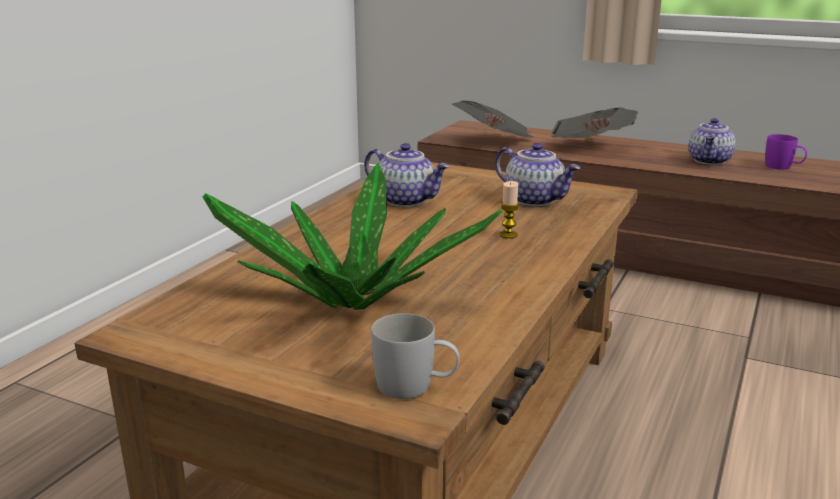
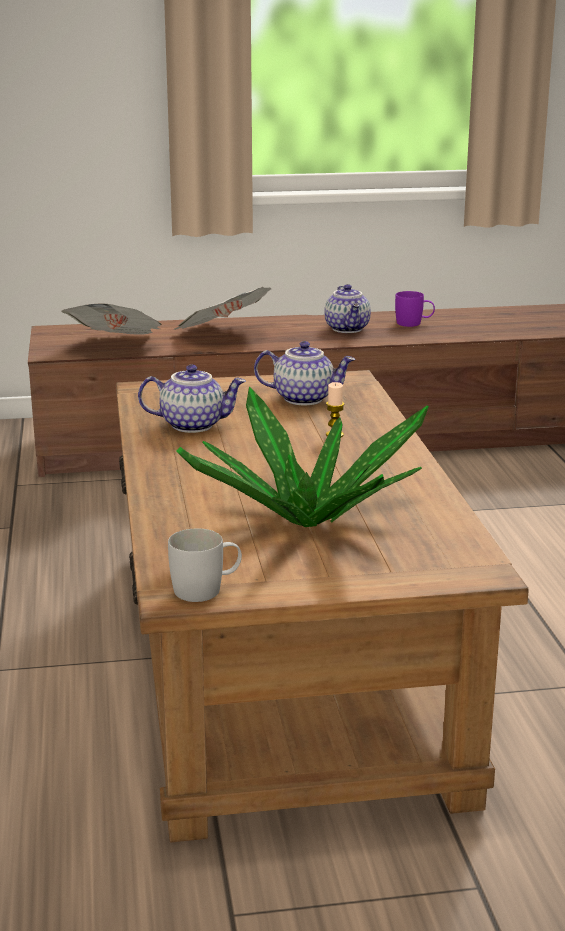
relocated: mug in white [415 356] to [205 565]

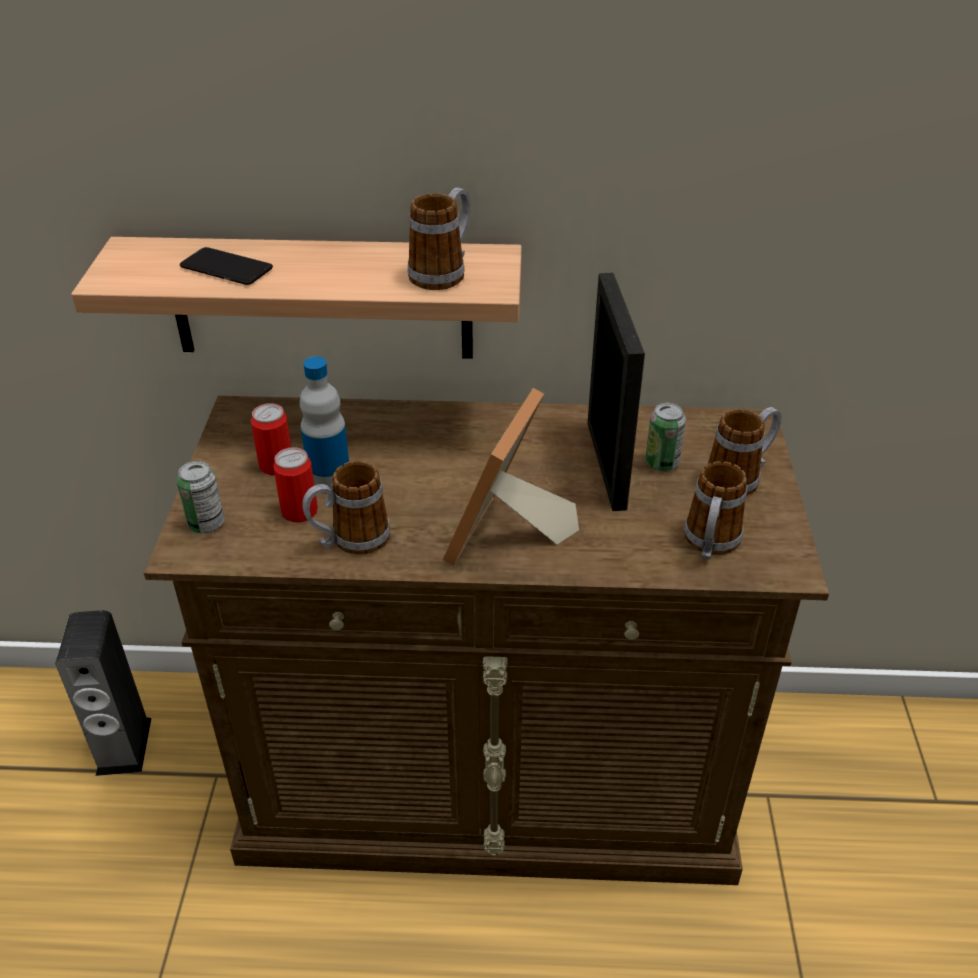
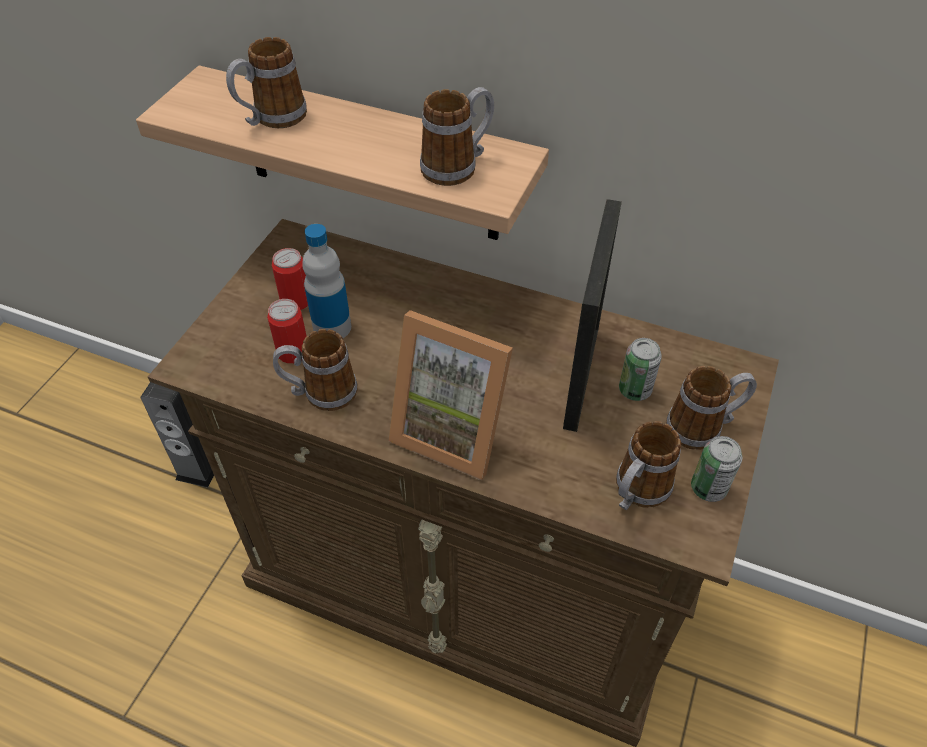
relocated: can [200 497] to [716 469]
exchanged: phone [226 266] to mug [266 82]
spun: picture frame [511 477] = [450 395] 105 degrees counterclockwise

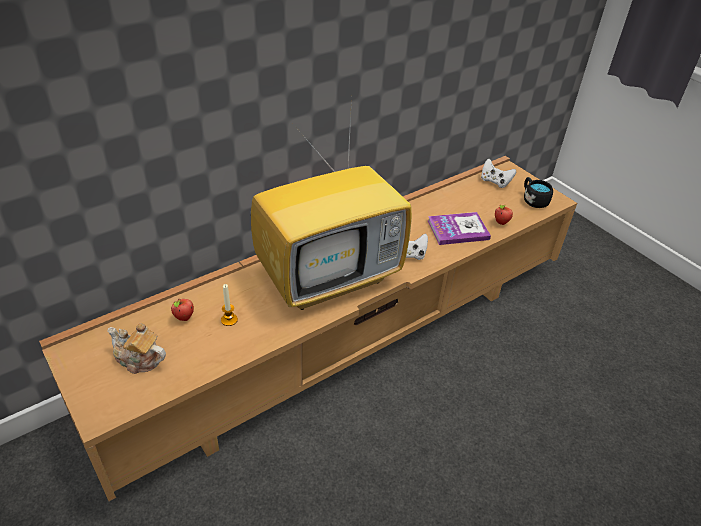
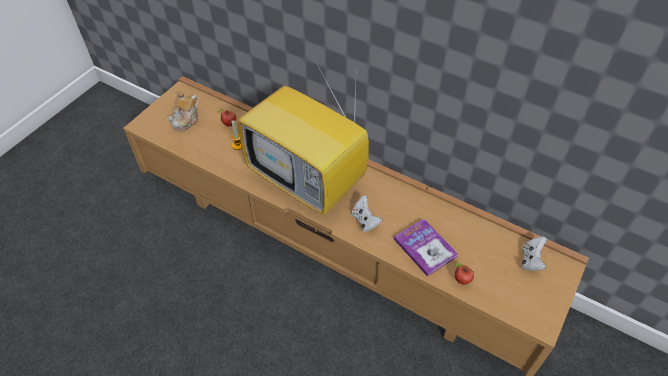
missing: mug in black [538 192]
spun: teapot [136 348] = [183 111] 150 degrees counterclockwise

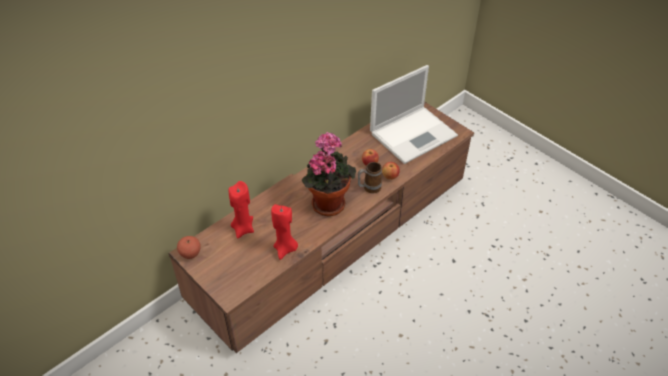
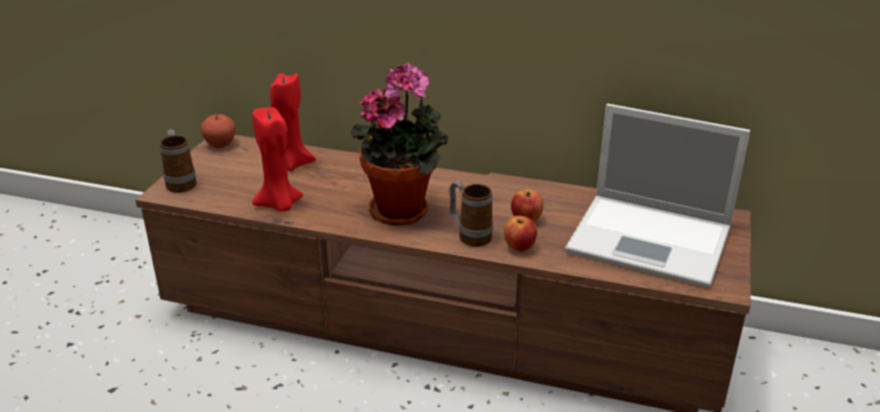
appeared: mug [178 161]

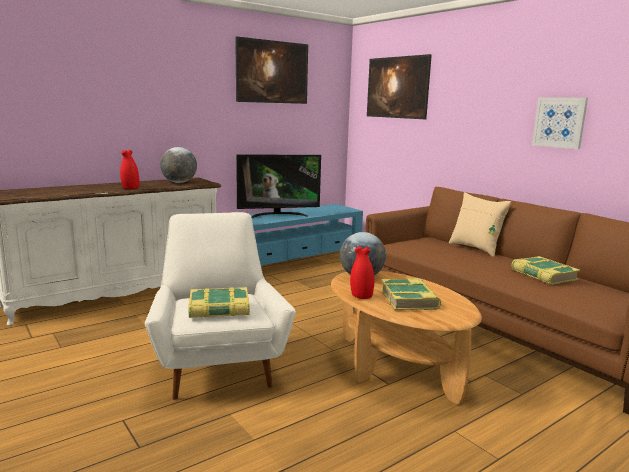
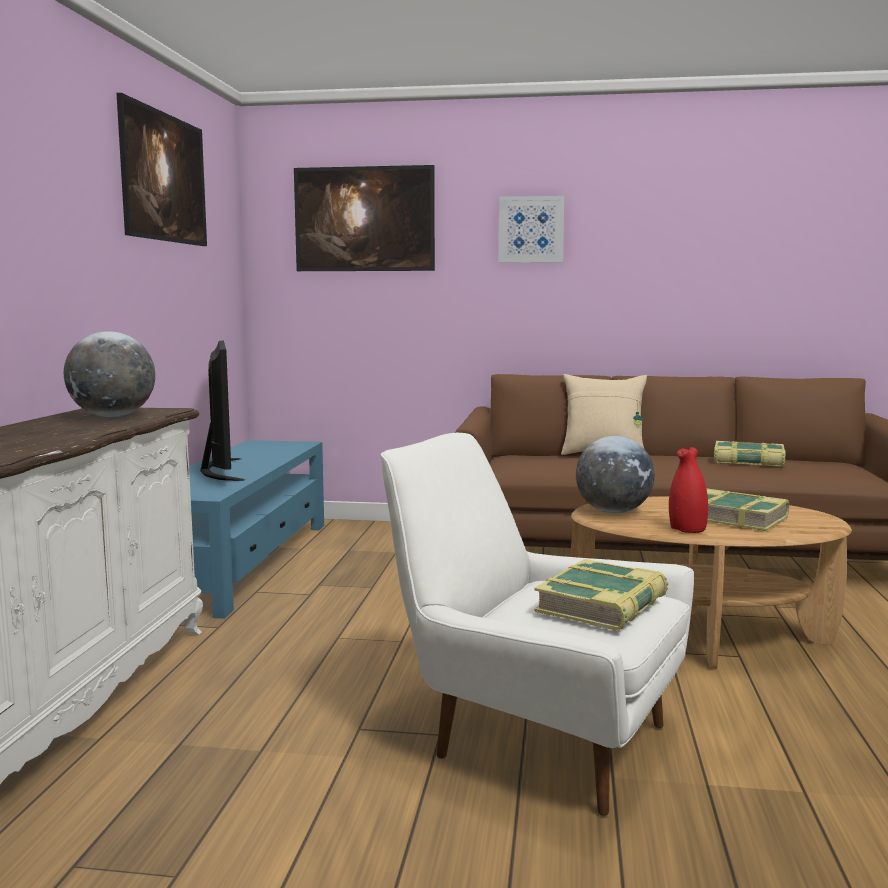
missing: vase in red [130 169]
relocated: picture [560 123] to [531 229]
spun: television [278 186] = [222 411] 45 degrees counterclockwise

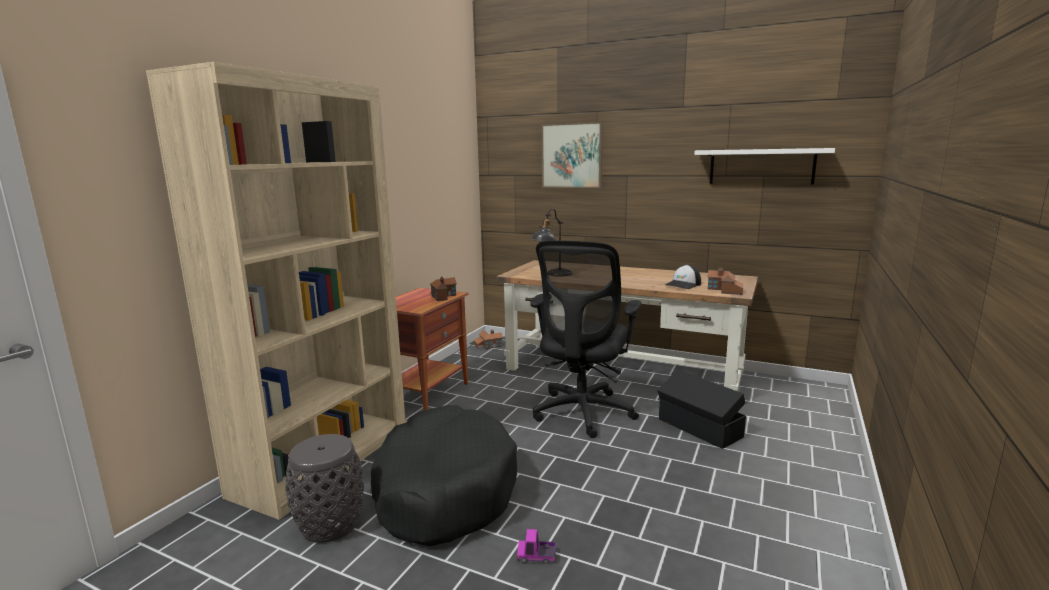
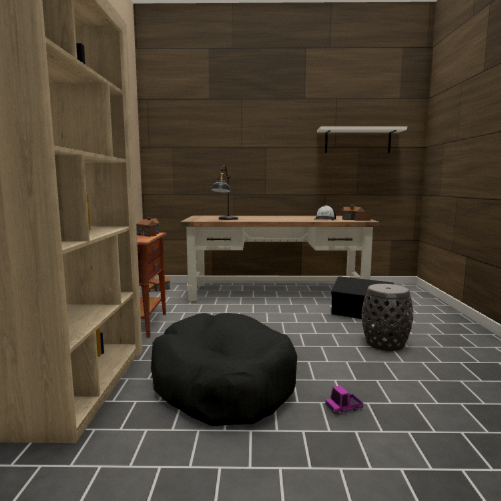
missing: office chair in black [585 339]; picture [572 155]
relocated: stool in grey [324 488] to [387 317]

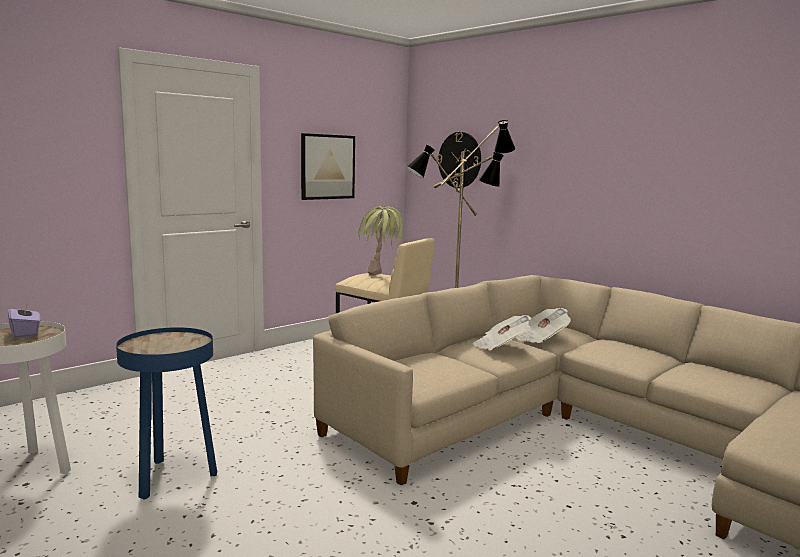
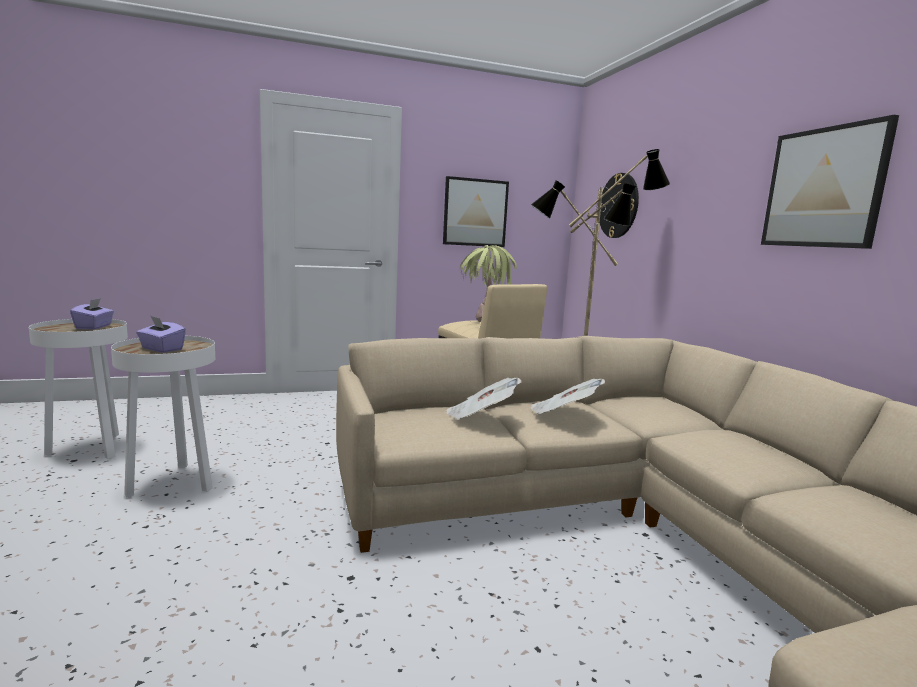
appeared: tissue box in purple [161 334]; picture [830 182]
relocated: newspaper [543 325] to [483 399]
colour: side table in blue [166 413] to side table in white [163 416]

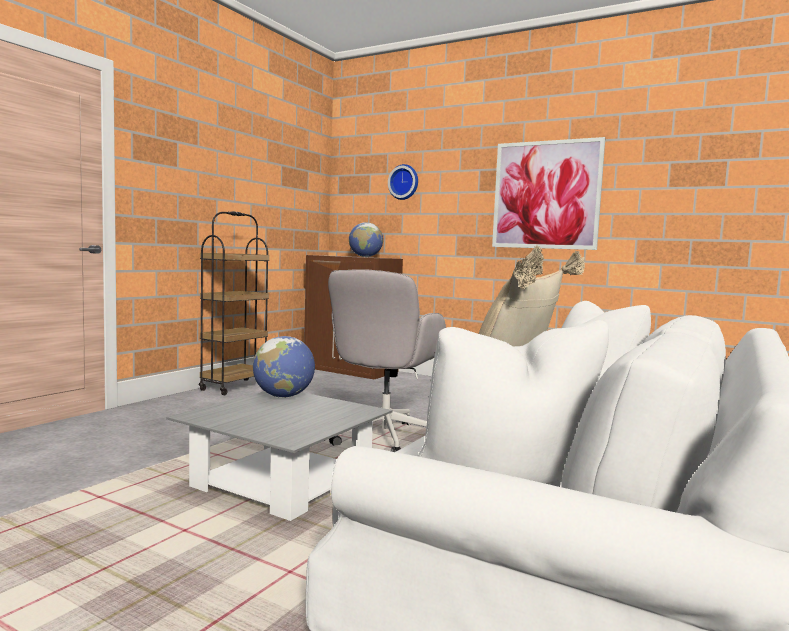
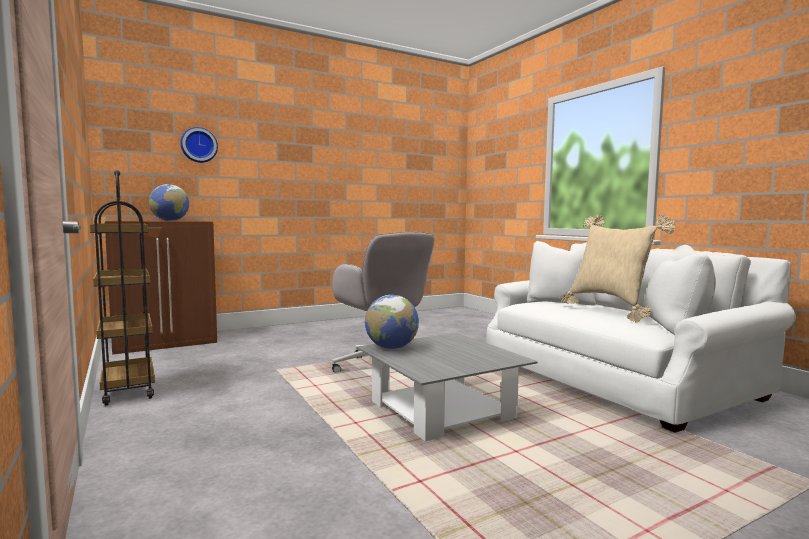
missing: picture [548 193]

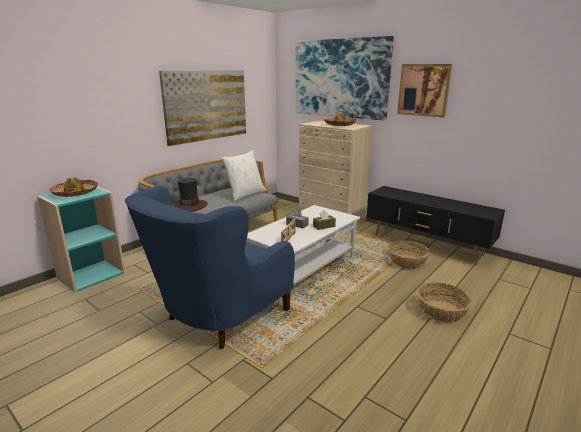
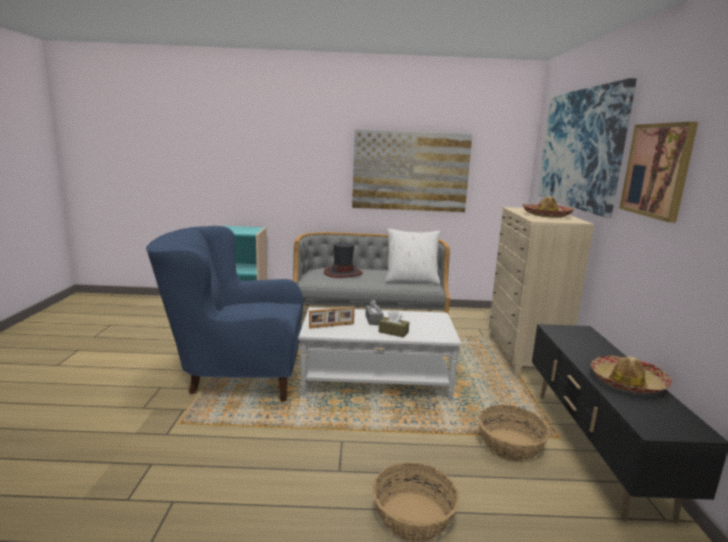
relocated: hat [73 187] to [631 374]

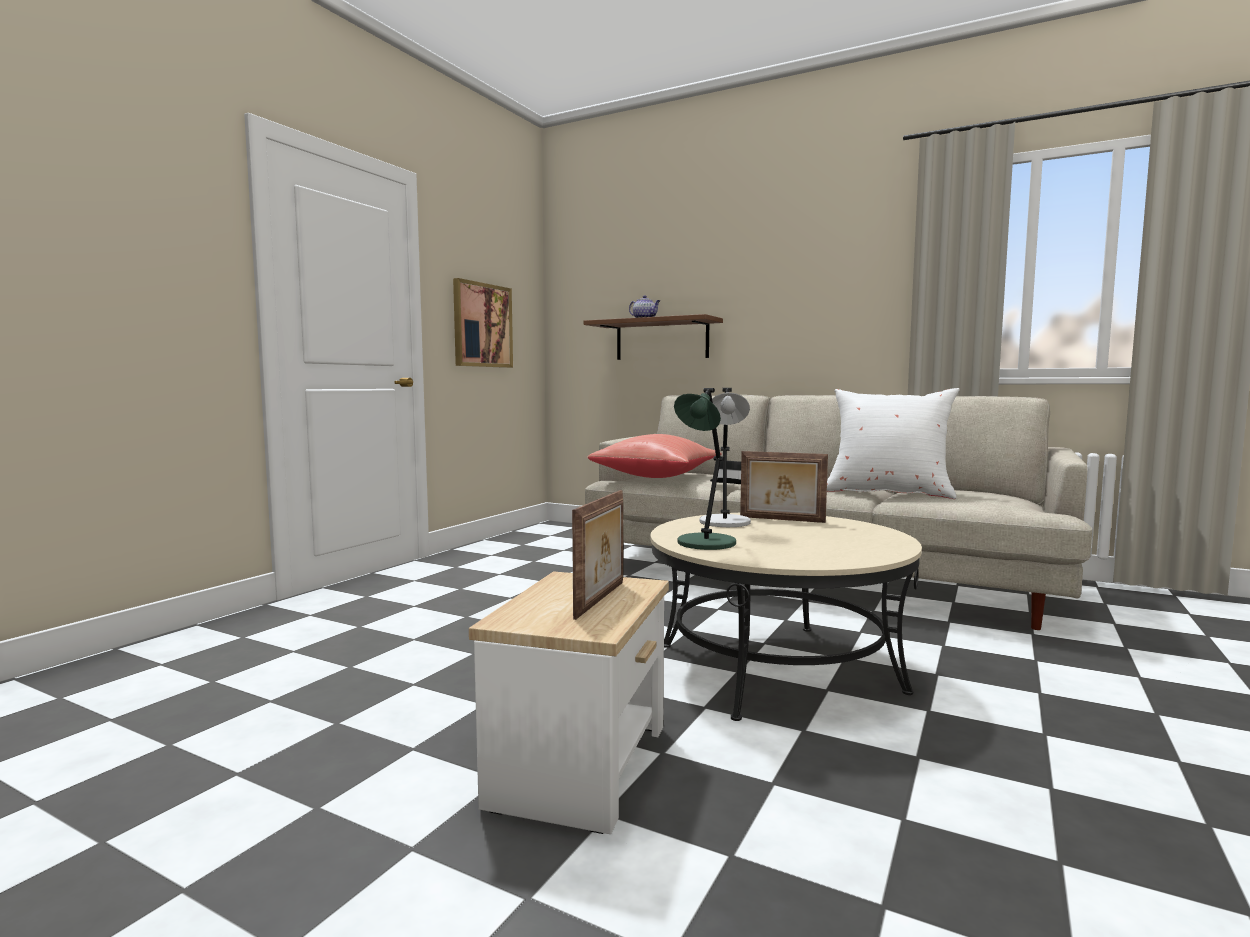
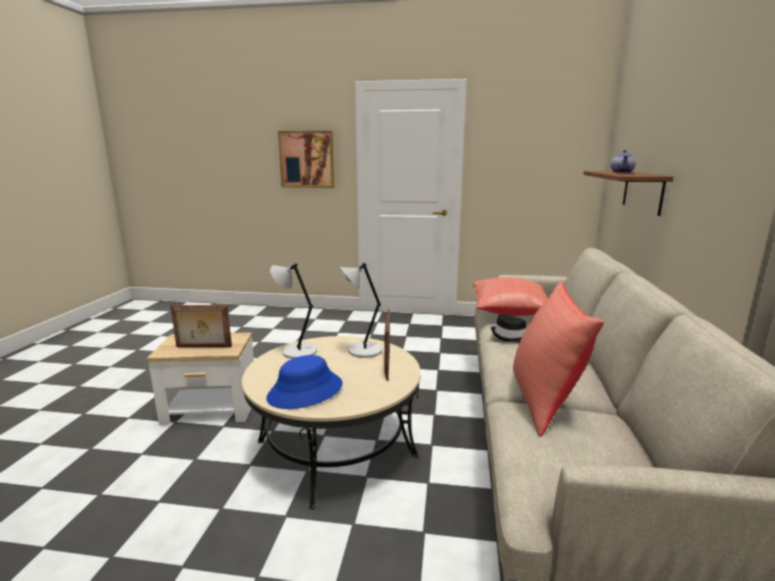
appeared: hat in blue [304 382]
relocated: picture [483 323] to [306 159]
colour: table lamp in green [705 469] to table lamp in grey [293 311]; pillow in white [893 443] to pillow in red [558 359]

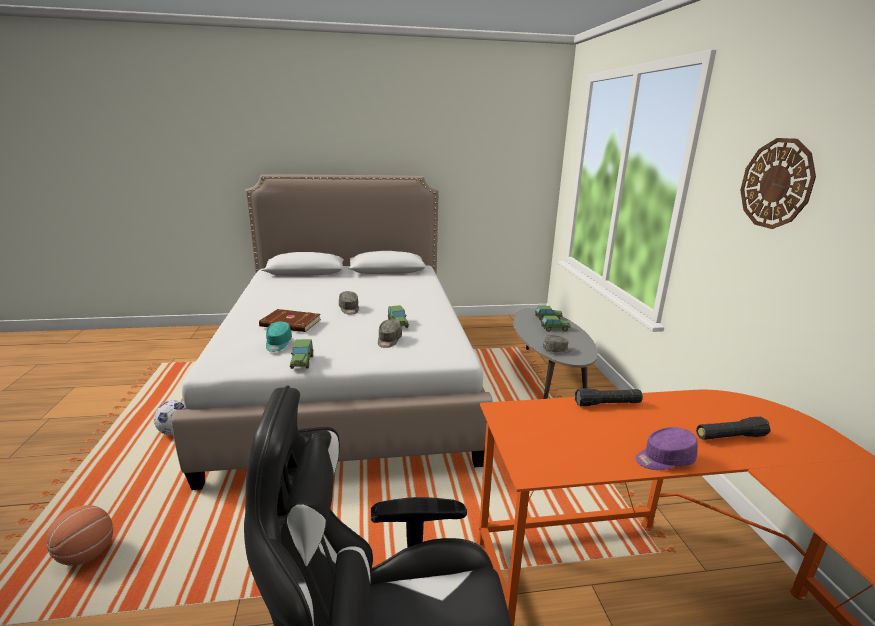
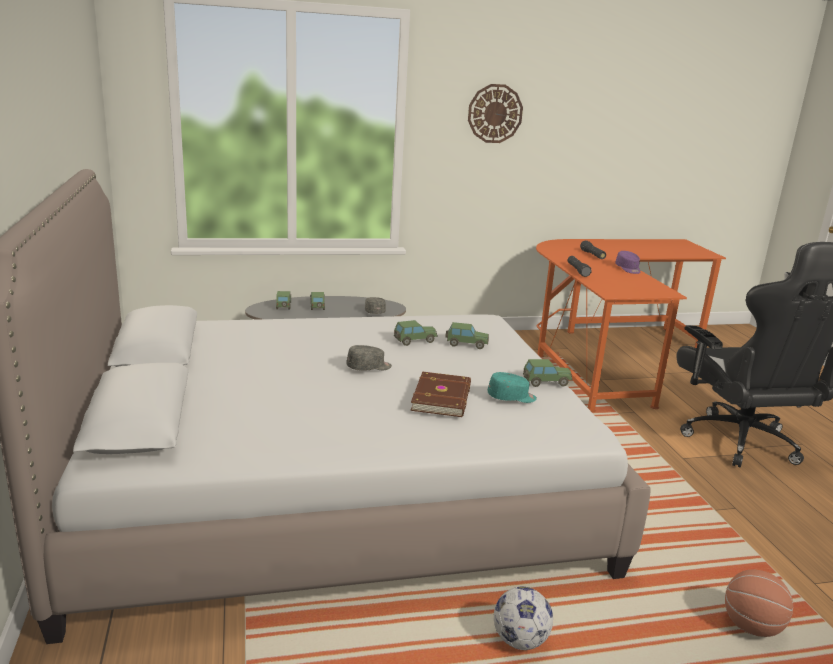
exchanged: cap in grey [390 333] to toy car [467 335]

